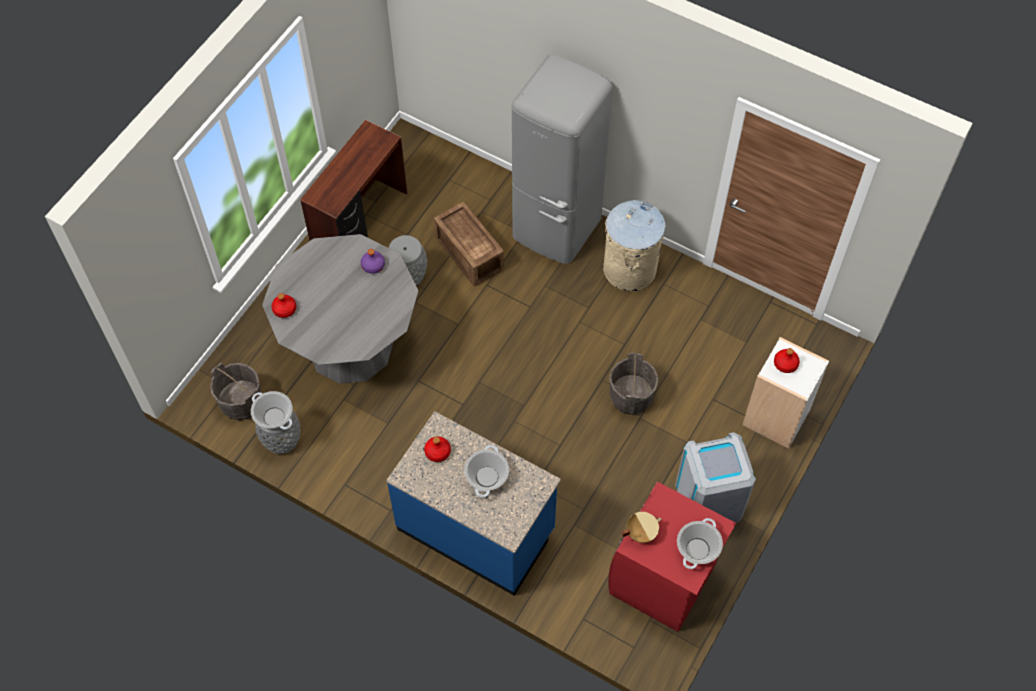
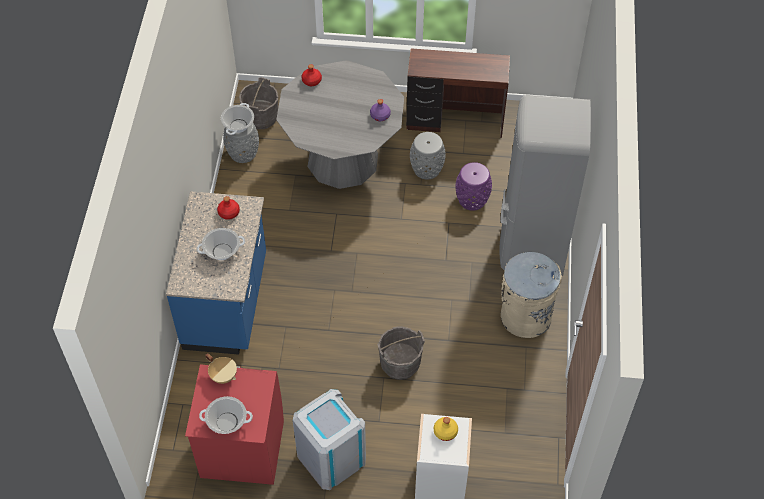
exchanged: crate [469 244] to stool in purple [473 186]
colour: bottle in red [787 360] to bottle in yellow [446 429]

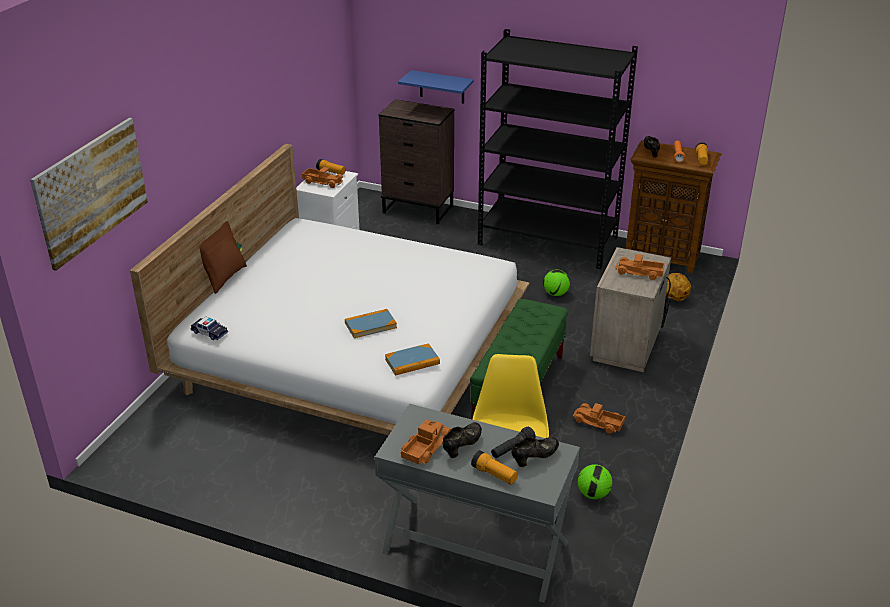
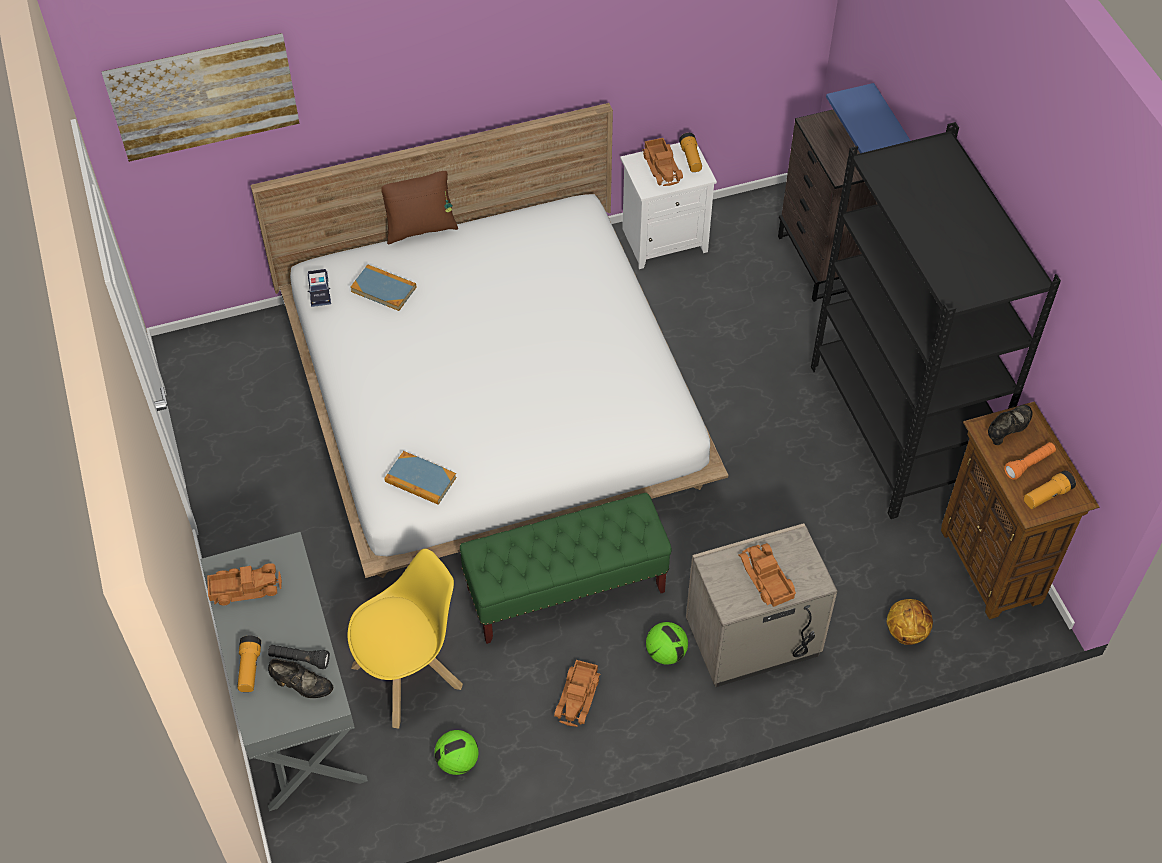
missing: shoe in black [462 440]
relocated: book [371 323] to [383 287]; football [556 283] to [667 643]
spun: toy truck [599 418] = [577 693] 150 degrees counterclockwise

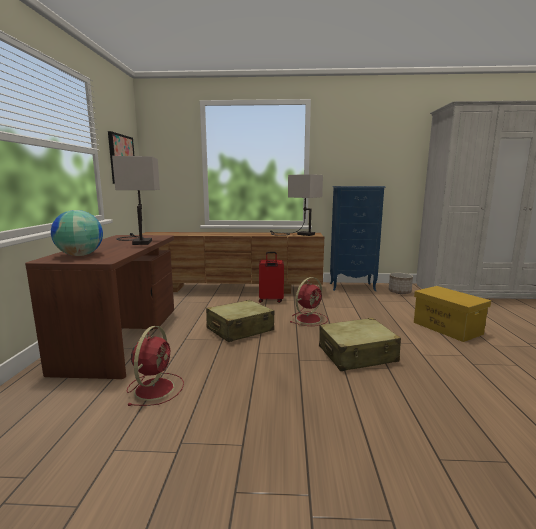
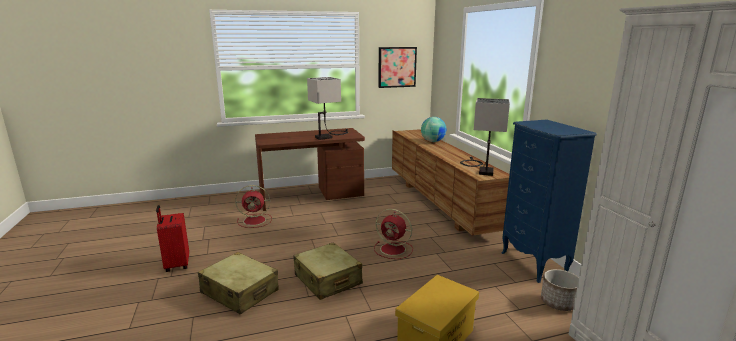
relocated: globe [77 233] to [433 129]; suitcase in beige [240 321] to [238 283]; suitcase in red [271 277] to [172 238]

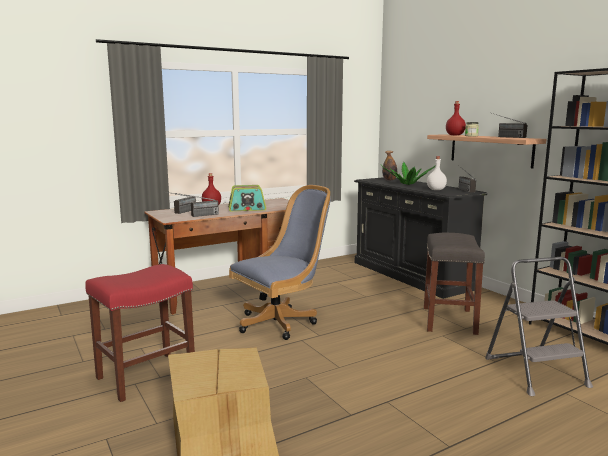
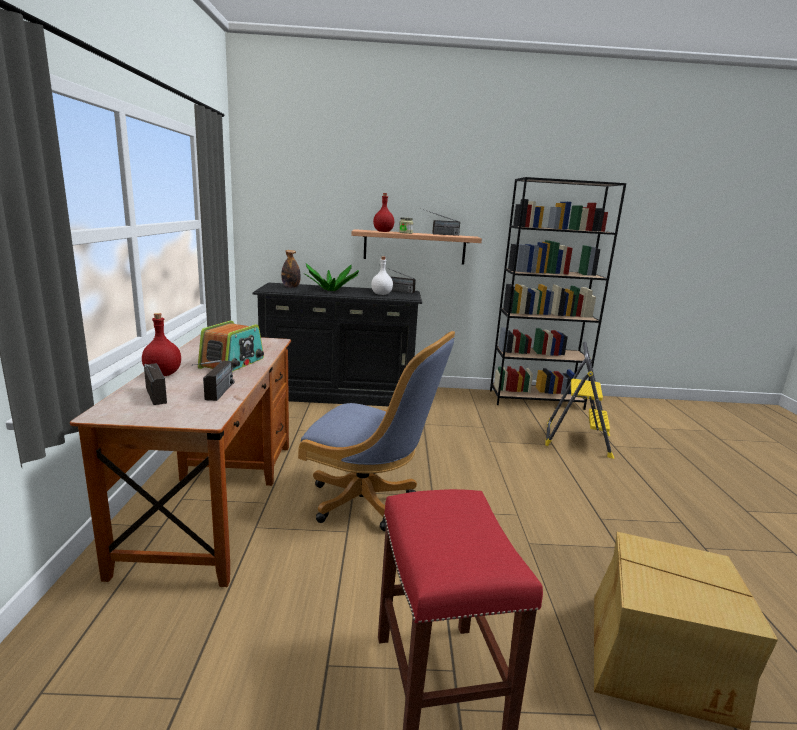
missing: stool in grey [454 284]
colour: step ladder in grey [539 326] to step ladder in yellow [580 400]
spun: office chair in blue [280 262] = [376 431] 120 degrees clockwise

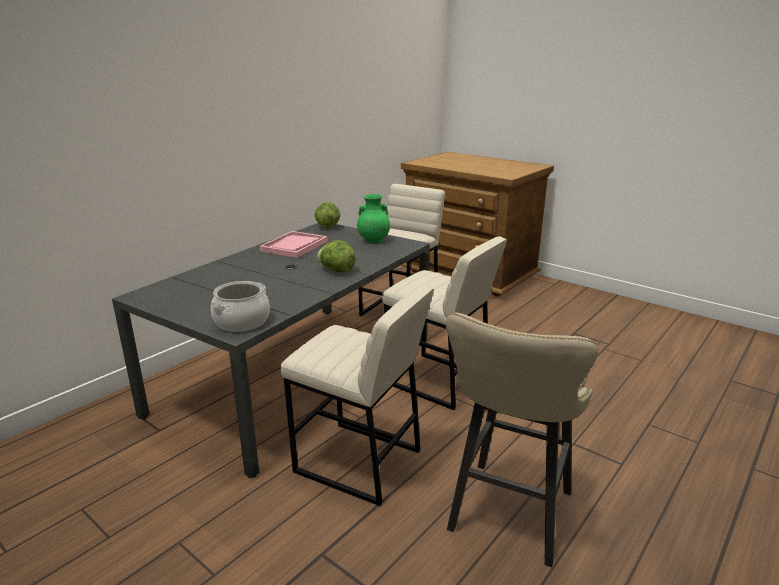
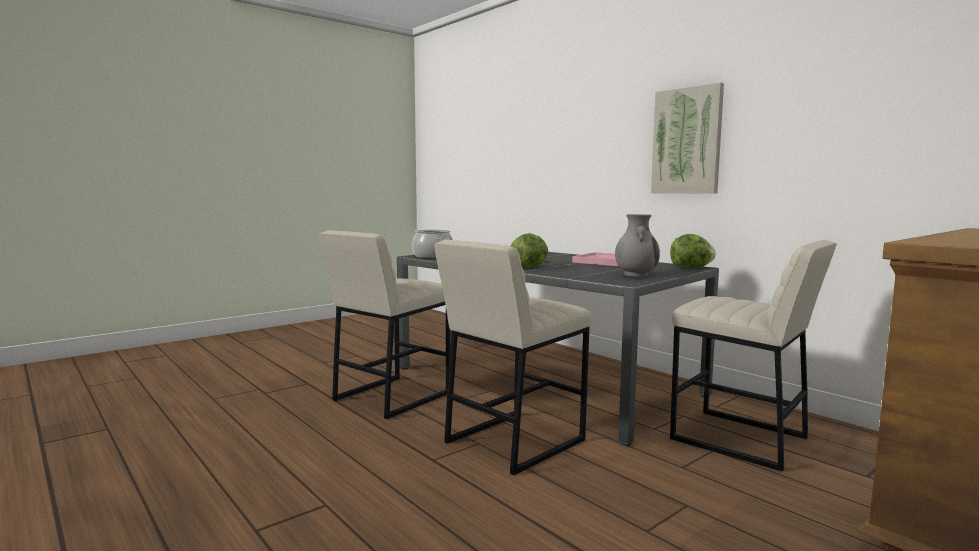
missing: stool in beige [522 440]
appeared: picture [687 138]
colour: vase in green [373 219] to vase in grey [637 245]

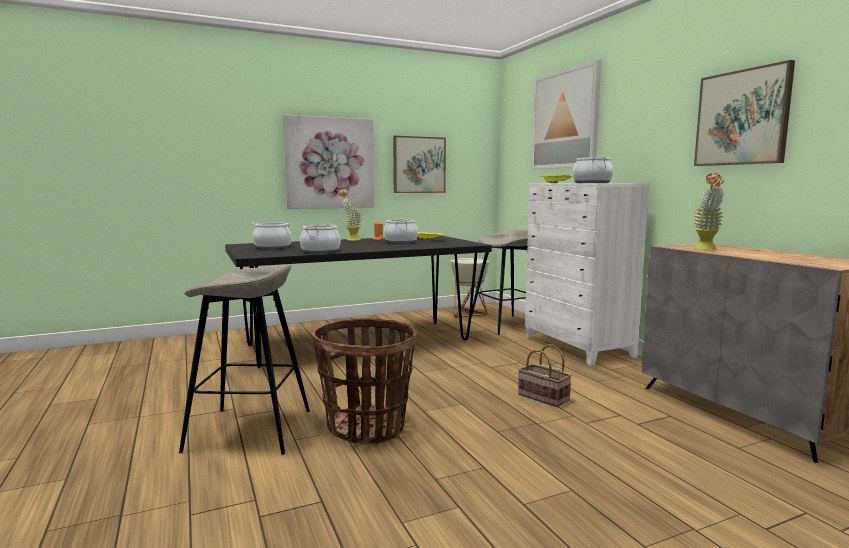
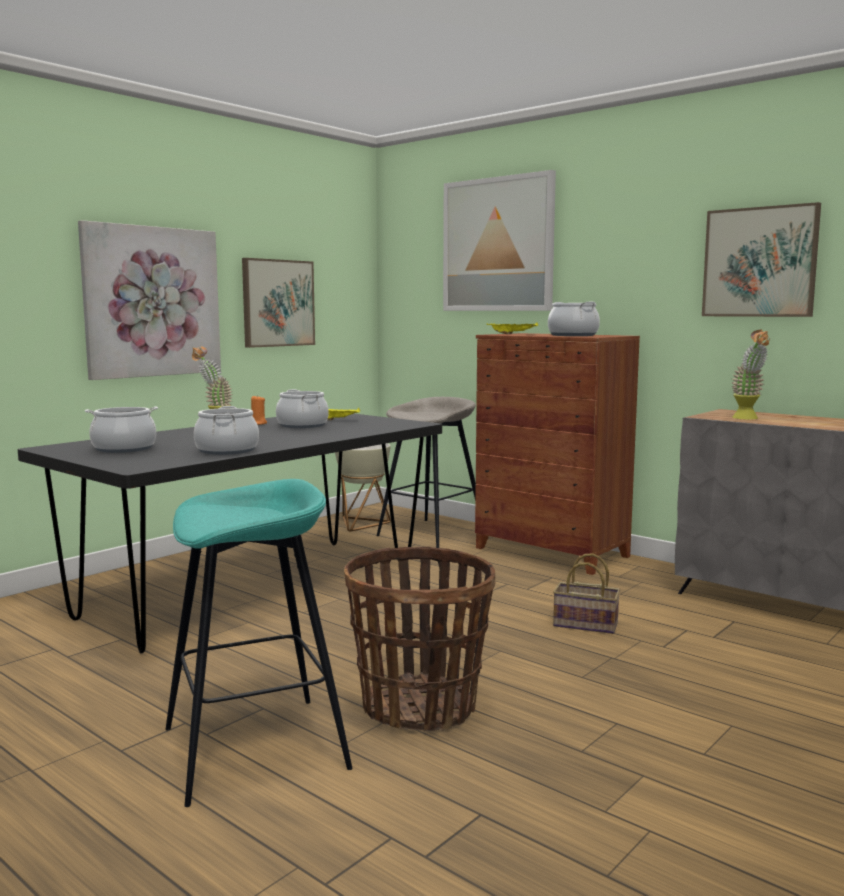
colour: stool in grey [244 359] to stool in turquoise [258 643]; dresser in white [587 274] to dresser in brown [557 454]

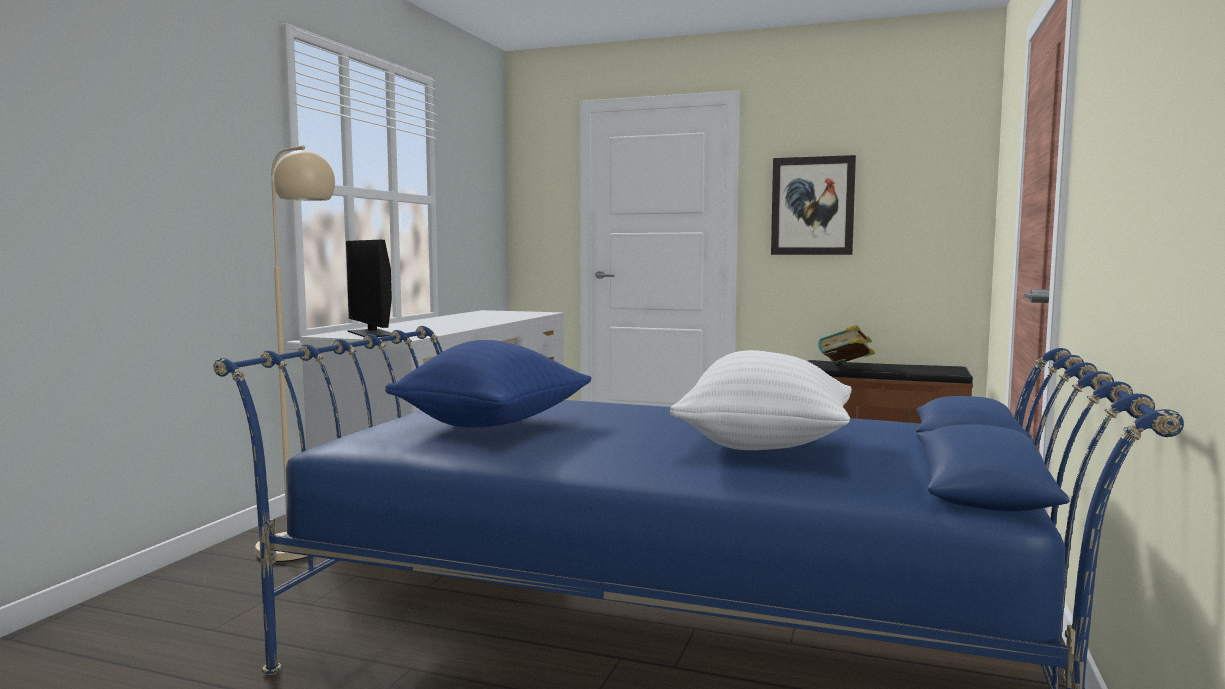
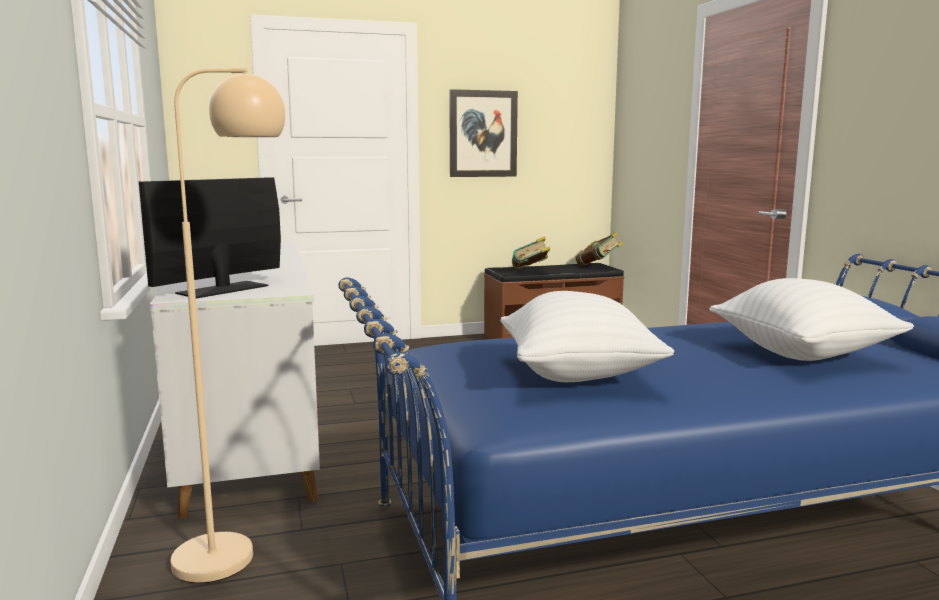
appeared: book [599 249]
colour: pillow in blue [488 384] to pillow in white [587 336]
spun: monitor [369 288] = [210 238] 105 degrees clockwise

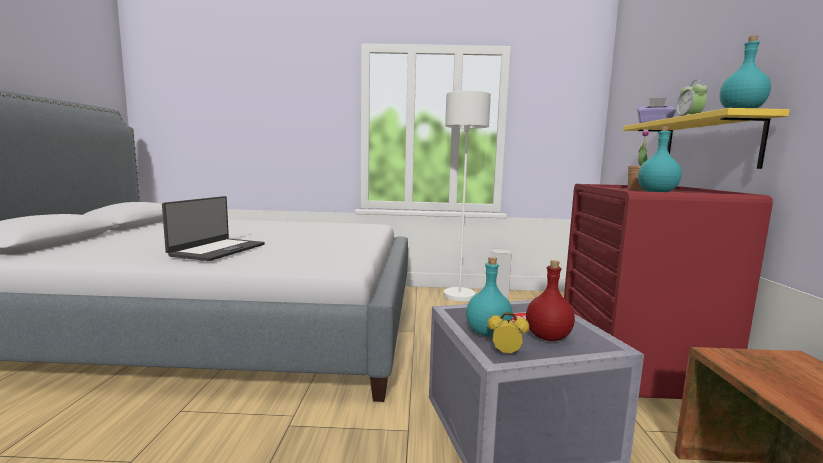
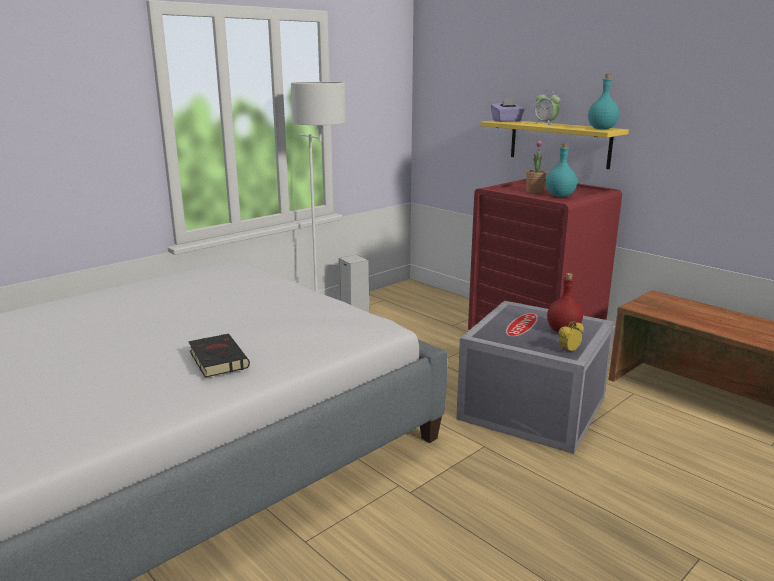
missing: bottle in turquoise [489 297]
exchanged: laptop [213 228] to book in black [219 355]

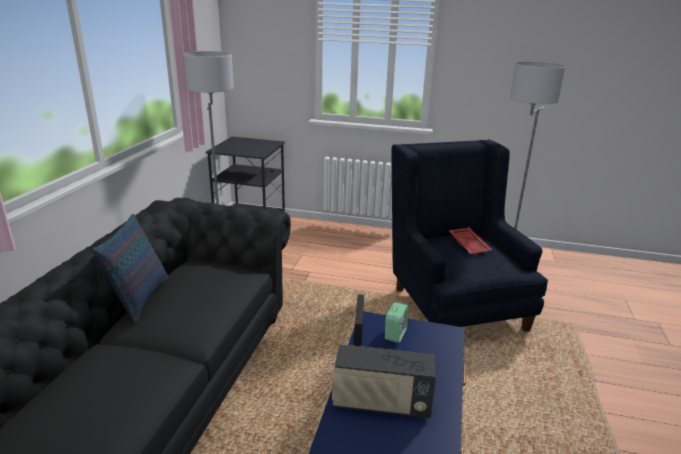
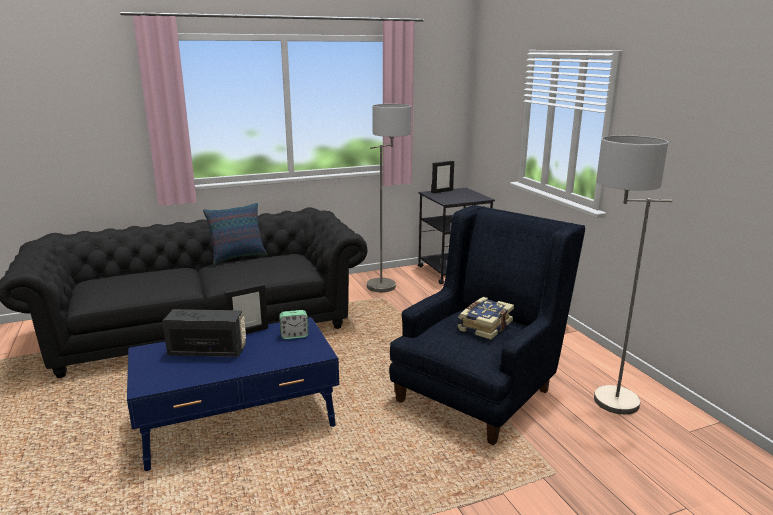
appeared: picture frame [442 177]
exchanged: tray in red [470 241] to book [485 318]
spun: radio [384 381] = [204 333] 120 degrees clockwise

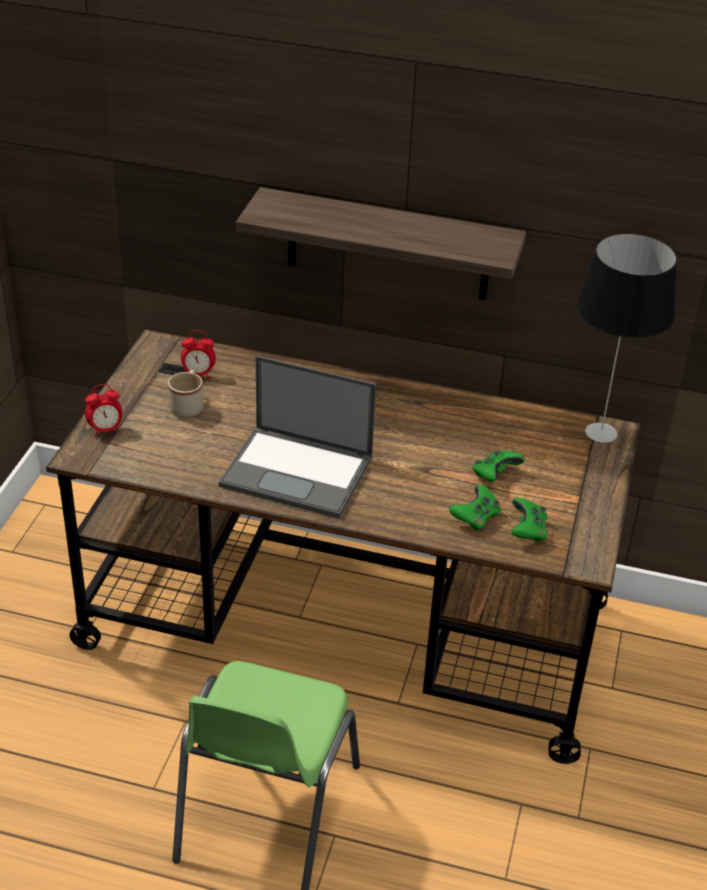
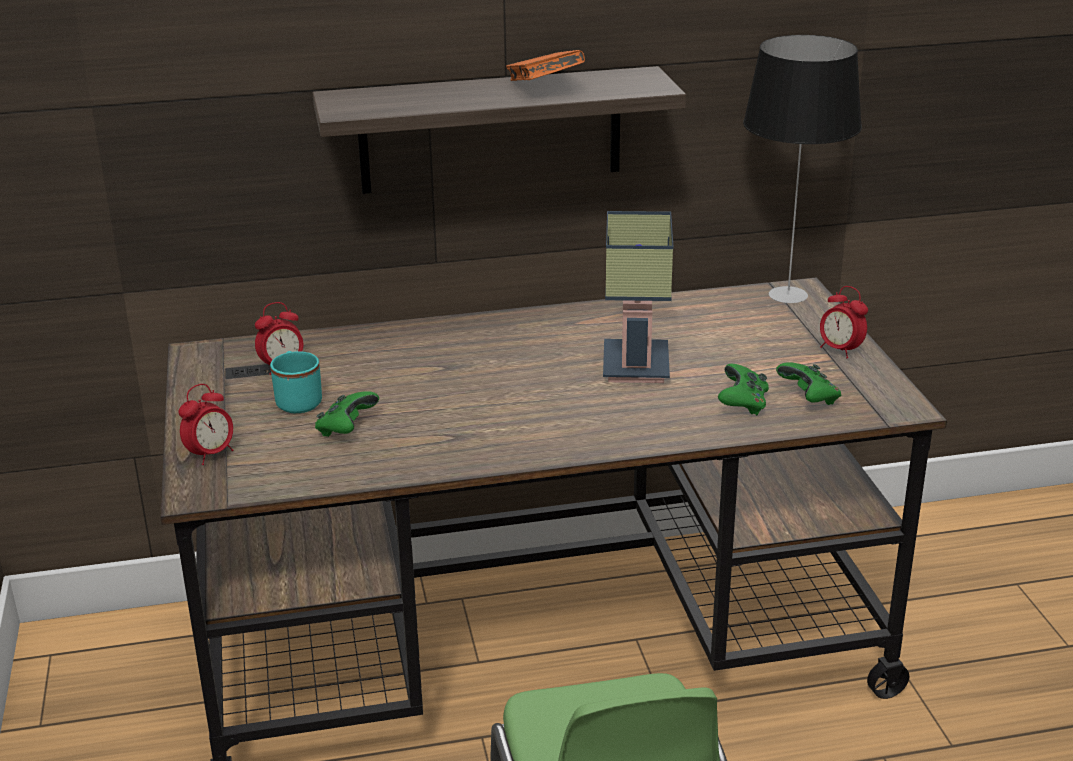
missing: laptop [297 436]
appeared: book in orange [545 65]; table lamp [638 297]; alarm clock [844 322]
relocated: game controller in green [498 466] to [347 414]
colour: mug in beige [185 394] to mug in turquoise [296 382]

